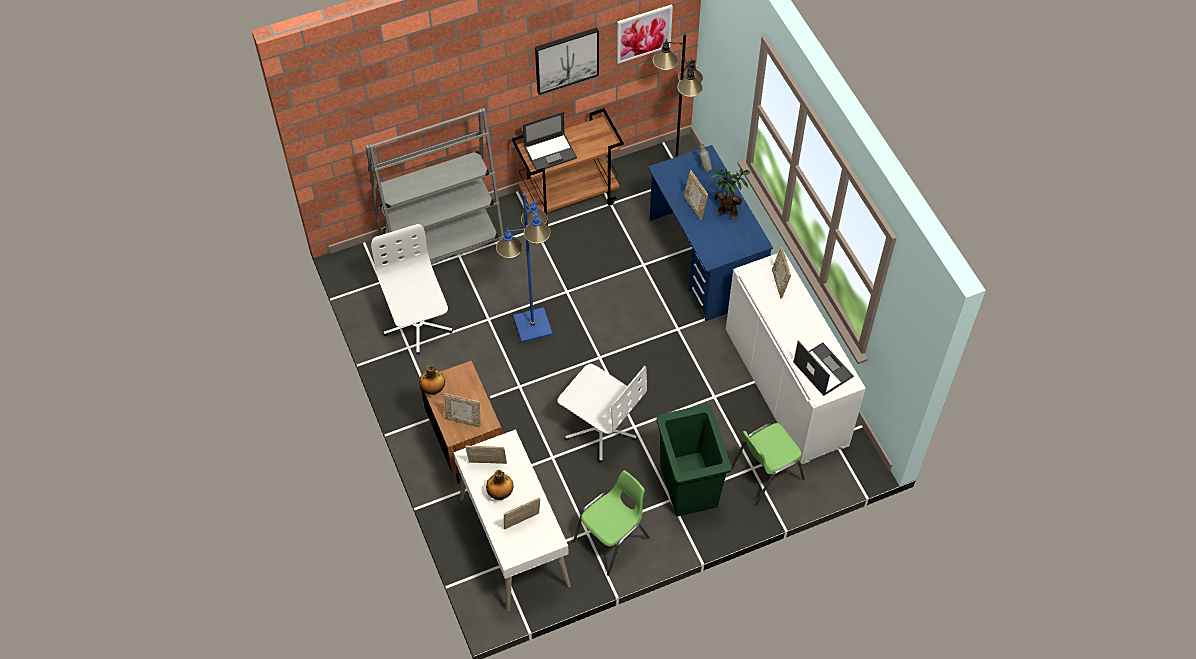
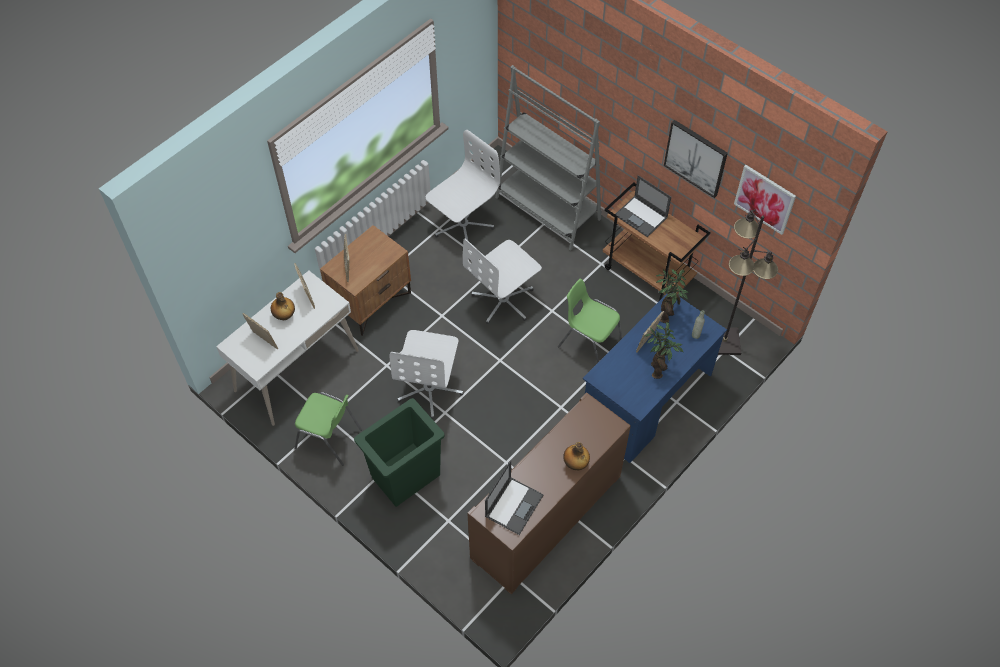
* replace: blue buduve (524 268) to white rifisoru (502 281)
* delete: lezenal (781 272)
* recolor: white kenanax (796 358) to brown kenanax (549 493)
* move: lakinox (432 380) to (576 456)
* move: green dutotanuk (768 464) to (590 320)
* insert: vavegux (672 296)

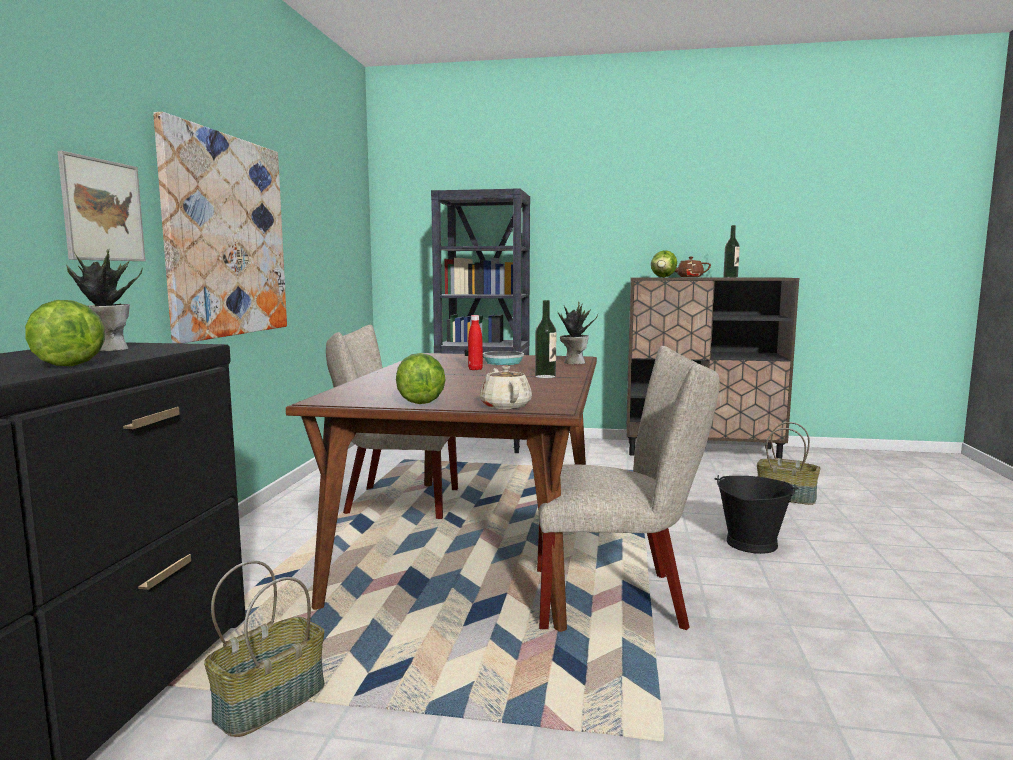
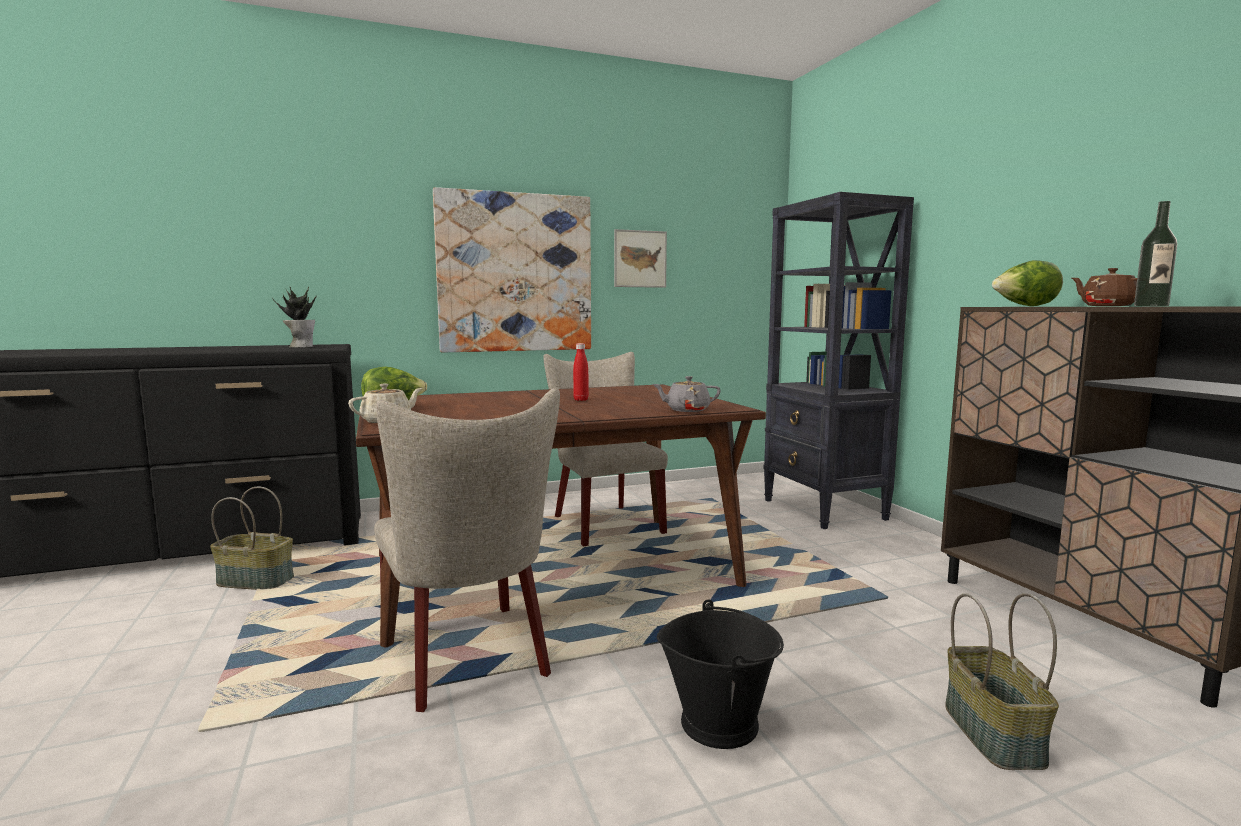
* move: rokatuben (101 206) to (640 258)
* delete: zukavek (65 333)
* delete: lakinox (545 339)
* replace: vavegux (577 333) to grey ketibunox (686 394)
* delete: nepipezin (494 357)

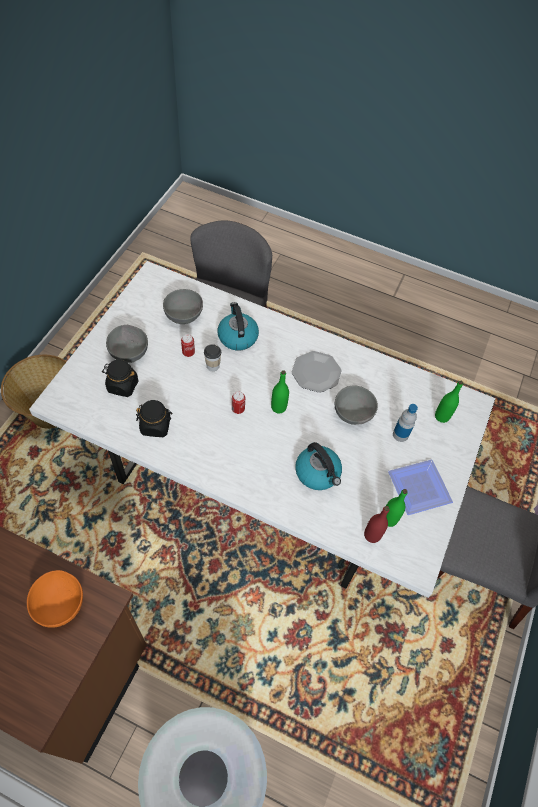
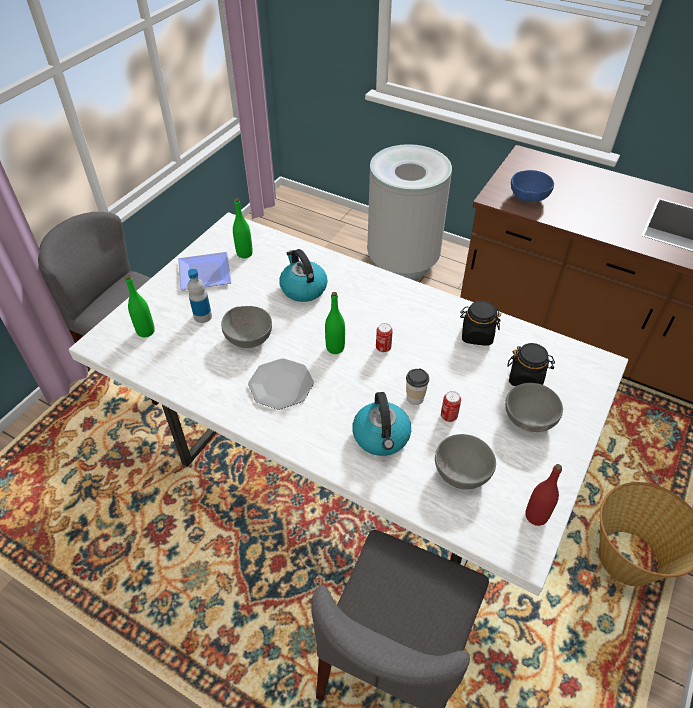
* move: red lakinox (376 524) to (543 495)
* recolor: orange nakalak (55 599) to blue nakalak (532 186)

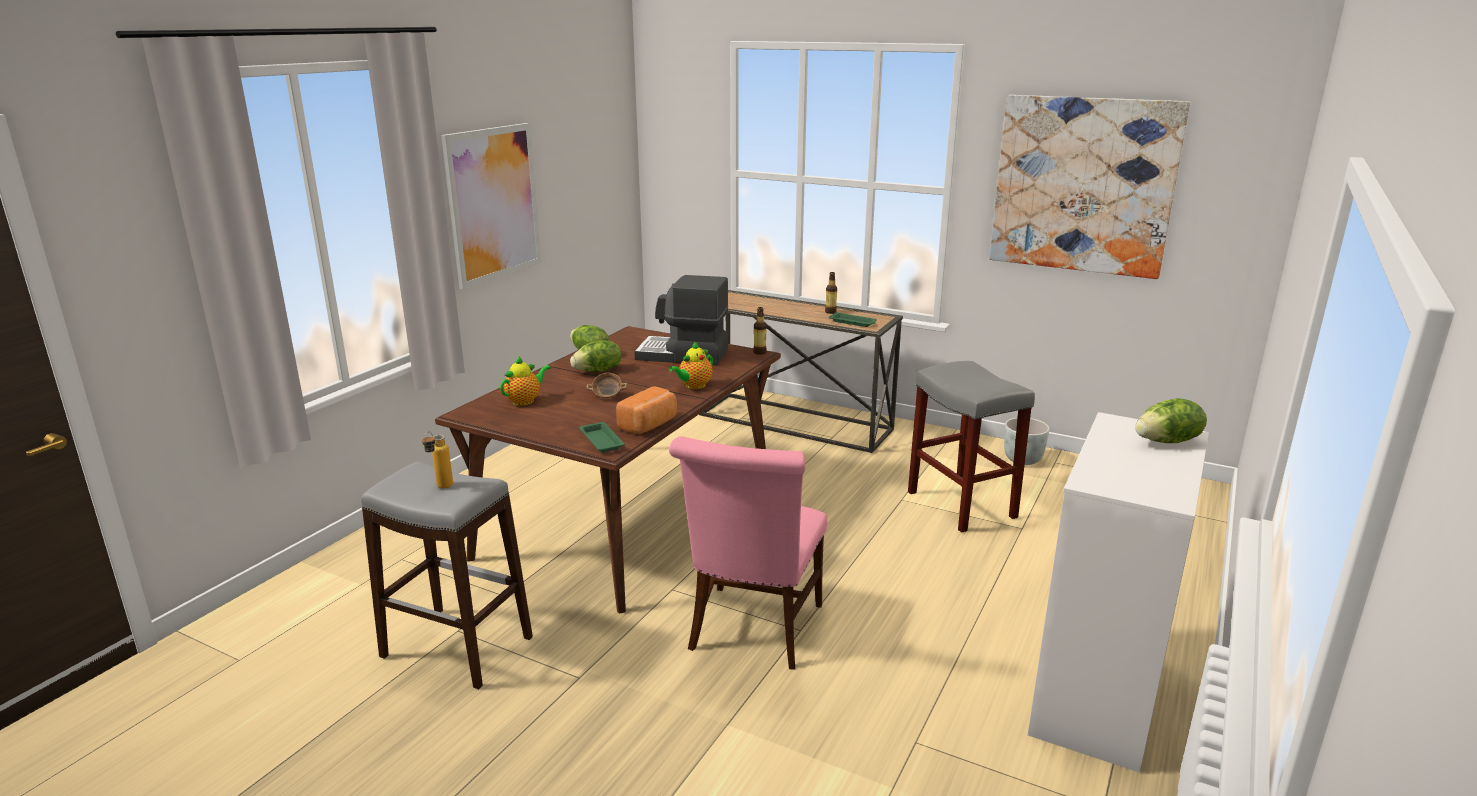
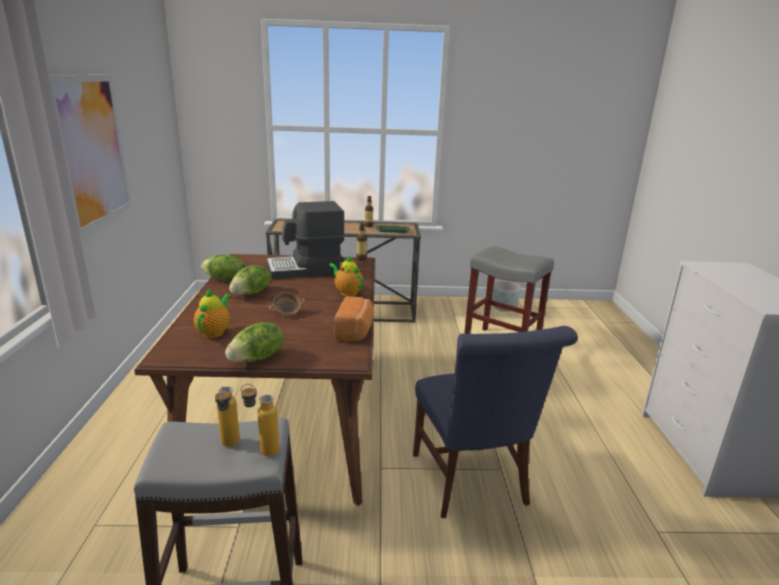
* delete: rokatuben (1090 187)
* rotate: ketibunox (691 365) = (346 275) 120 degrees clockwise
* move: zukavek (1171 421) to (254 342)
* delete: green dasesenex (602 437)
* recolor: pink dutotanuk (748 552) to blue dutotanuk (495 422)
* insert: lakinox (260 420)

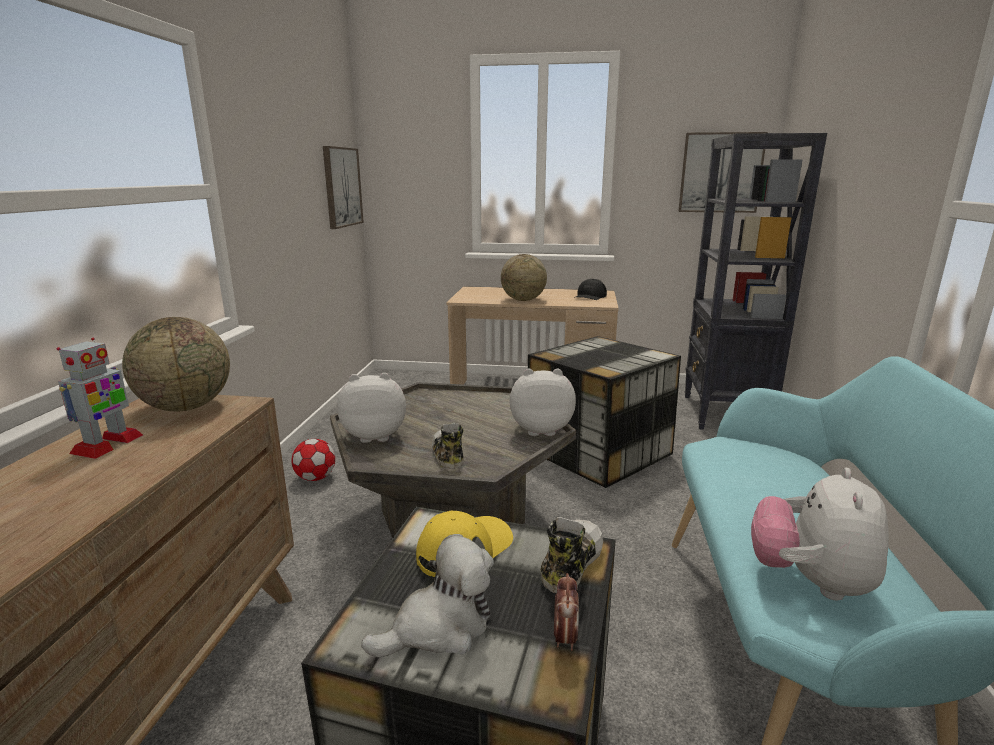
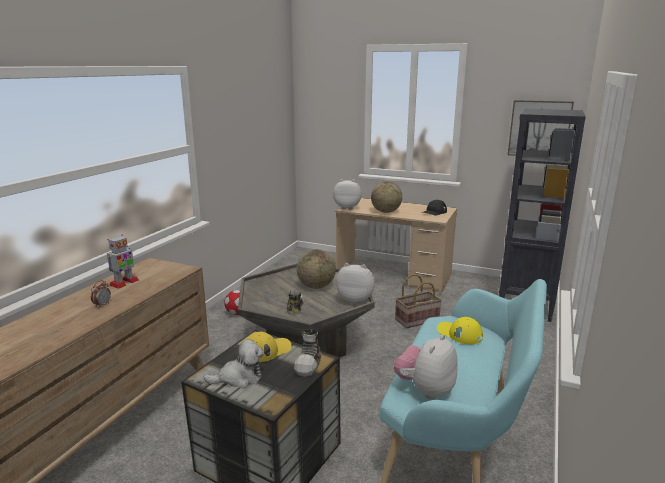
* delete: rokatuben (343 187)
* move: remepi (176 364) to (316 269)
* replace: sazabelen (604 412) to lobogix (418 301)
* move: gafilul (371 408) to (347 194)
* rotate: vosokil (571 555) = (308 352) 150 degrees clockwise
* move: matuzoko (566 612) to (101 294)
* insert: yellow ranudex (460 330)

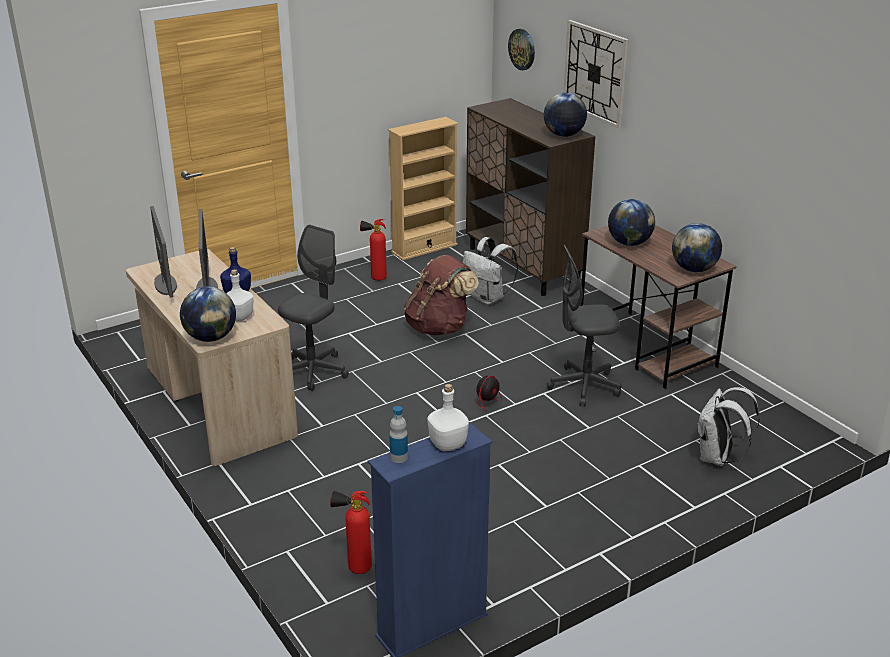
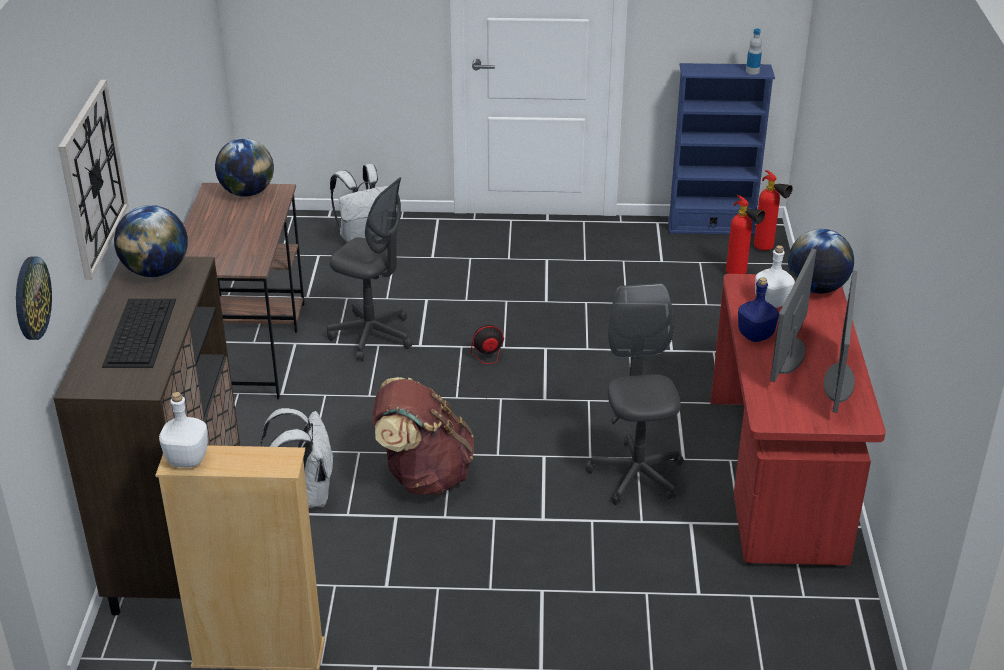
* delete: remepi (631 222)
* move: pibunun (373 250) to (773 210)
* rotate: grey rifisoru (313 307) = (635 394) 105 degrees clockwise
* recolor: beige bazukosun (212 357) to red bazukosun (798 419)
* move: white lakinox (448 417) to (183 430)
* insert: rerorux (139 333)

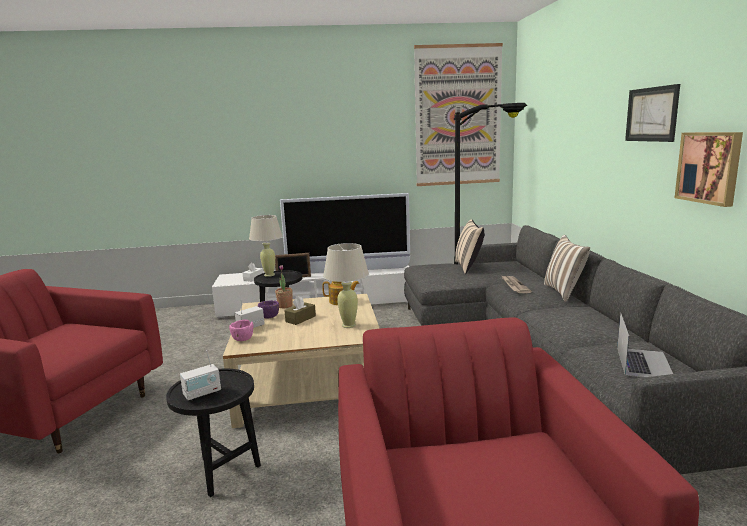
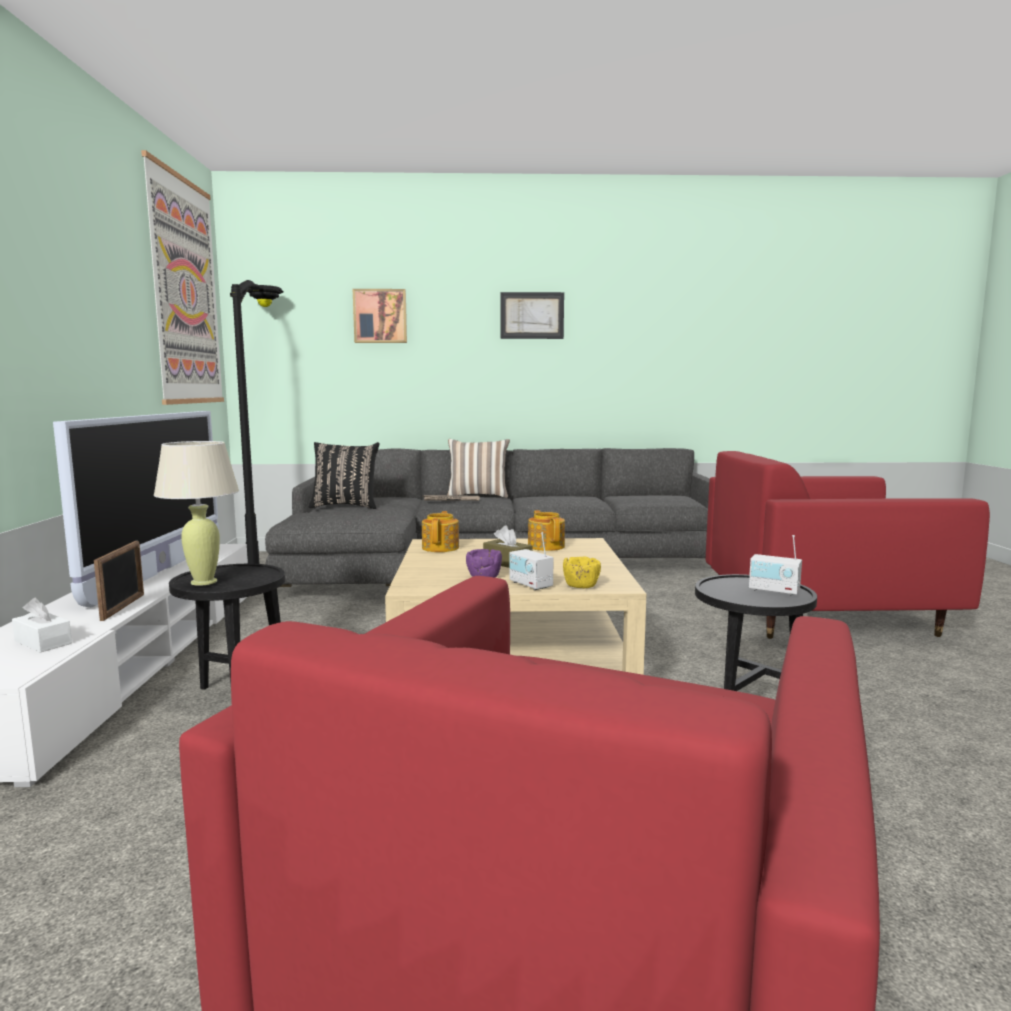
* move: rokatuben (709 169) to (380 316)
* recolor: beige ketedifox (470 246) to black ketedifox (344 475)
* replace: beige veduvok (346 285) to ketibunox (546 530)
* delete: vavegux (284 286)
* delete: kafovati (645 344)
* recolor: pink nakalak (241 330) to yellow nakalak (582 572)
* rotate: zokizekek (200 375) = (775 565) 150 degrees clockwise

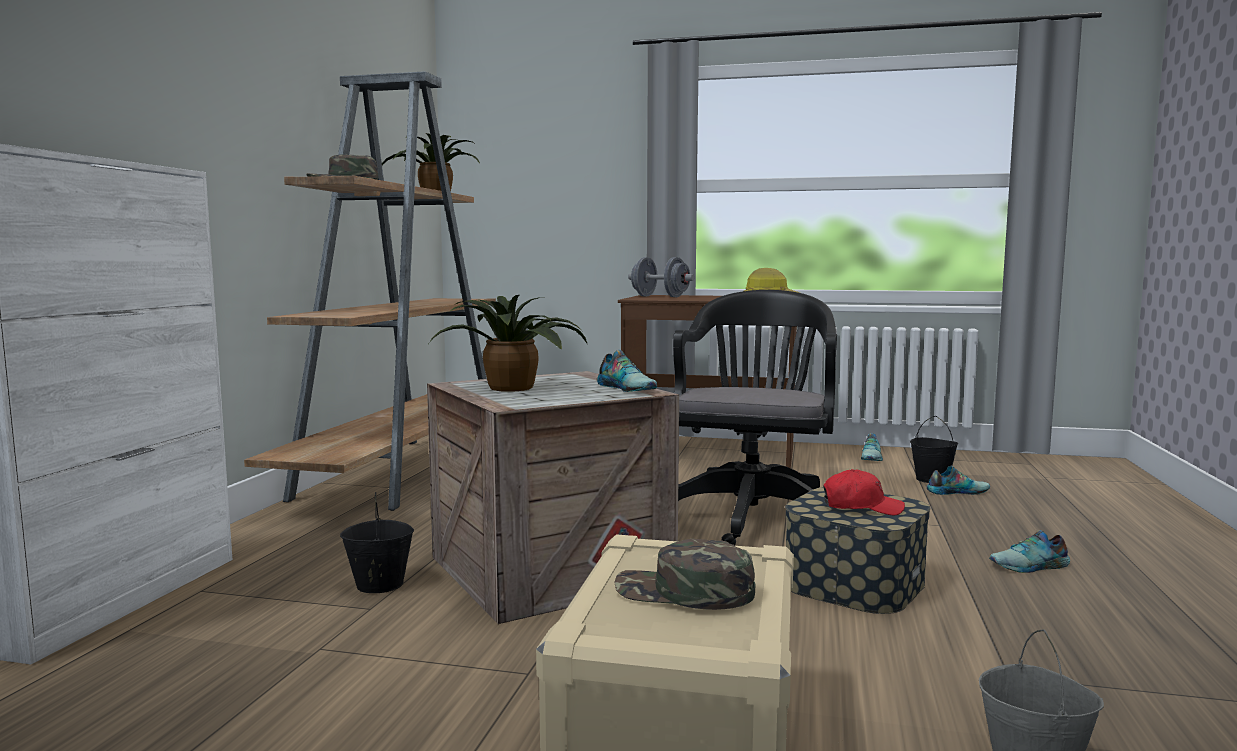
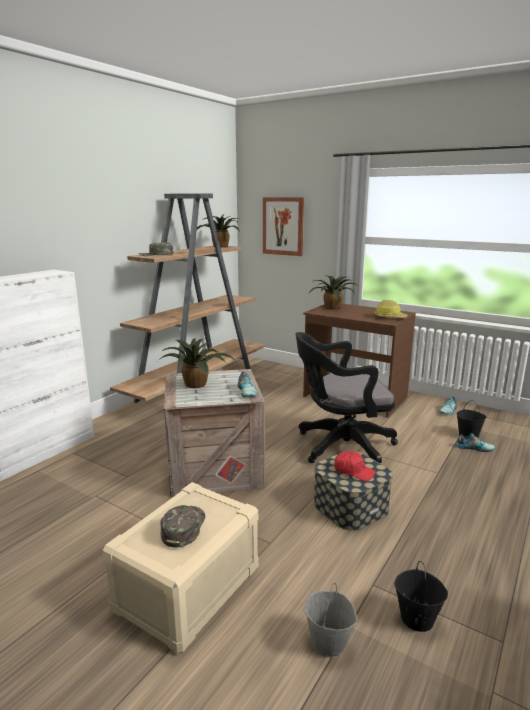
* replace: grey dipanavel (661 277) to vavegux (333 292)
* rotate: black rifisoru (755 418) = (347 397) 135 degrees counterclockwise
* move: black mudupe (377 542) to (421 596)
* delete: vosokil (1029 551)
* rotate: green ranudex (685 574) = (183 526) 60 degrees clockwise
* insert: rokatuben (283 226)

